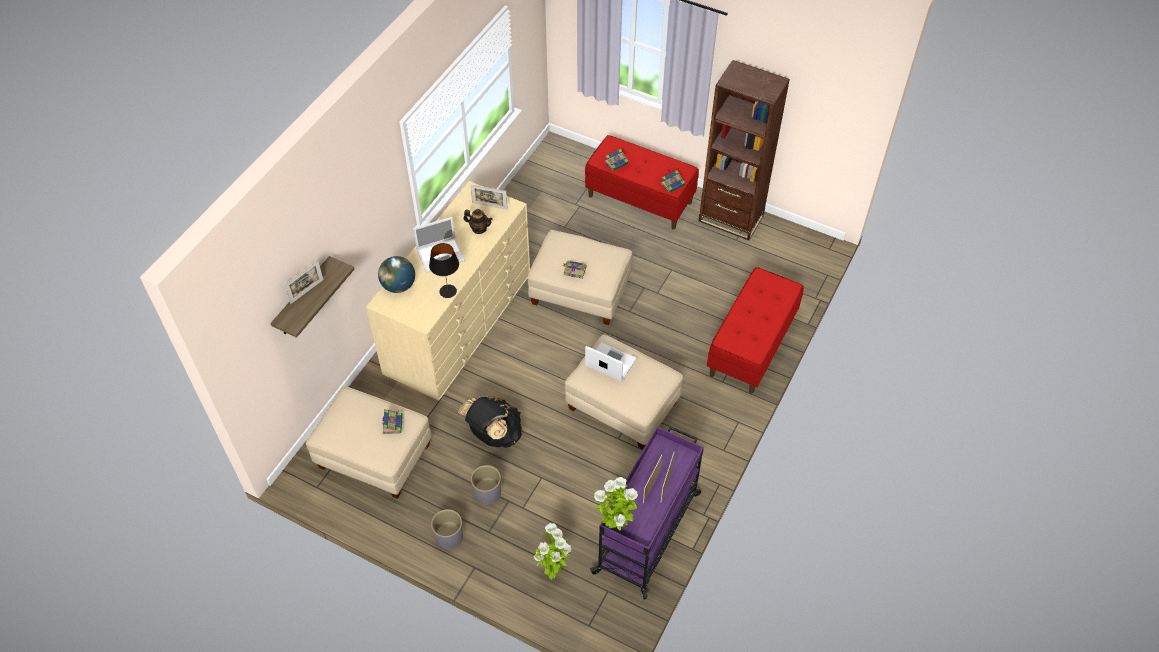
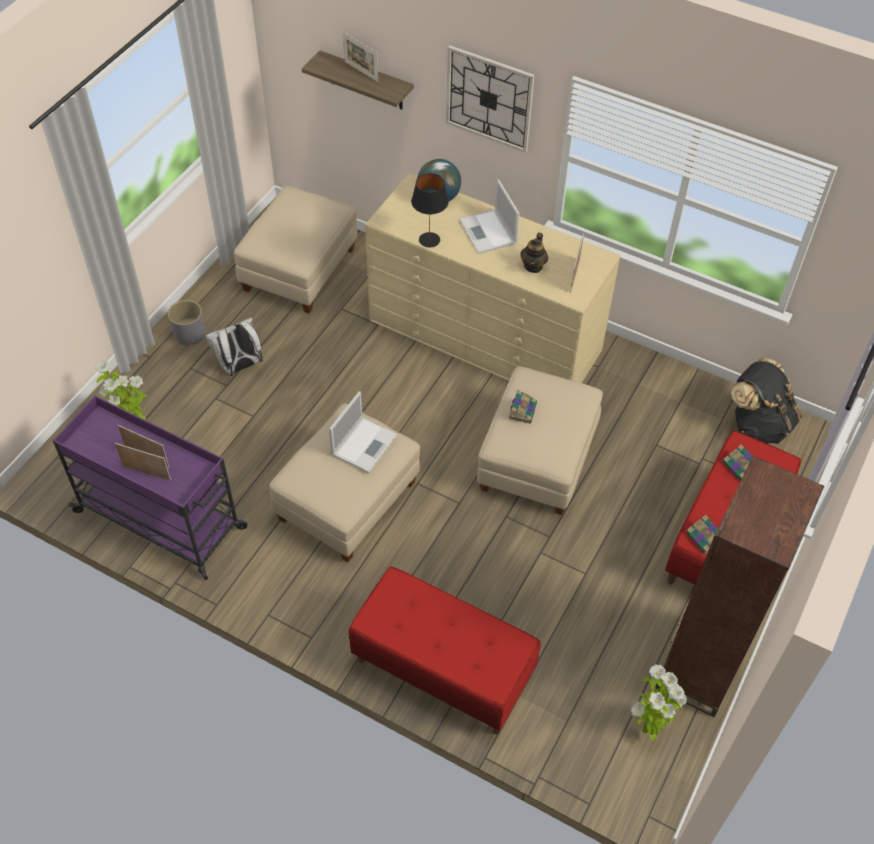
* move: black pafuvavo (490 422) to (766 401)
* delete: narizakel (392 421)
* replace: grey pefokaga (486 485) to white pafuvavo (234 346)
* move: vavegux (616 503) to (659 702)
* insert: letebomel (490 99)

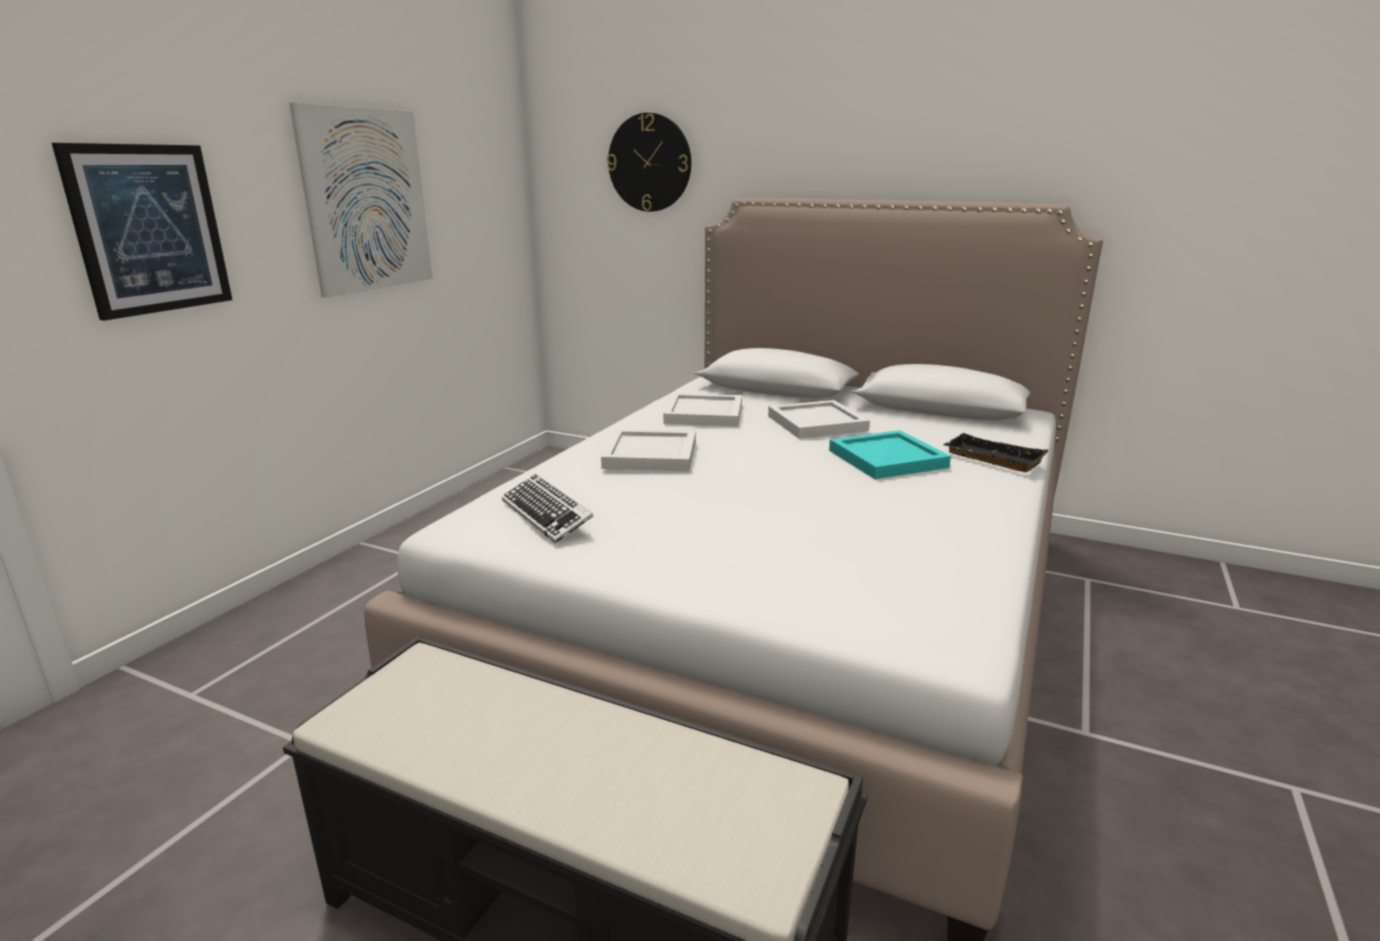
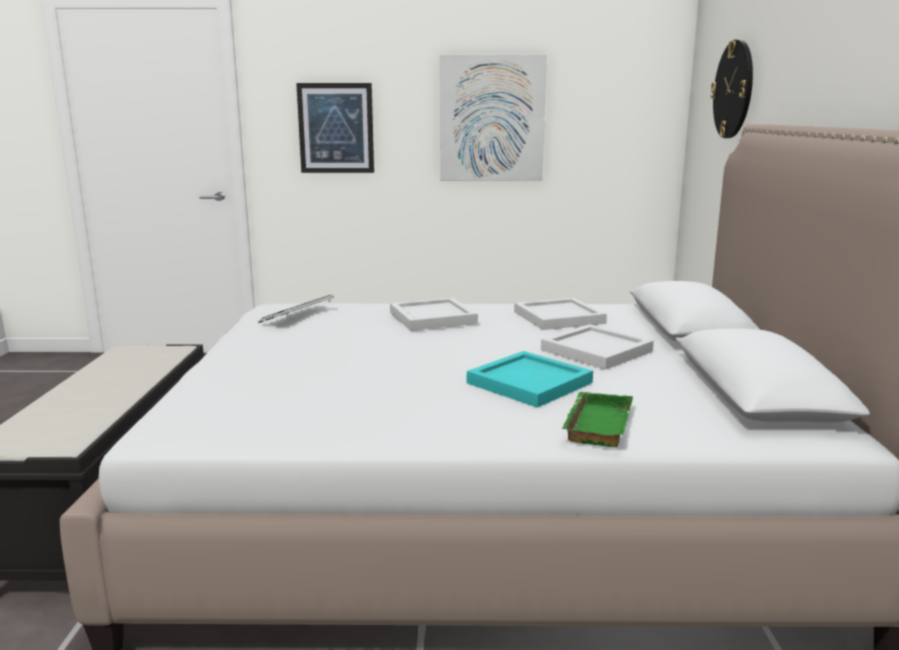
* recolor: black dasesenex (996 452) to green dasesenex (597 419)

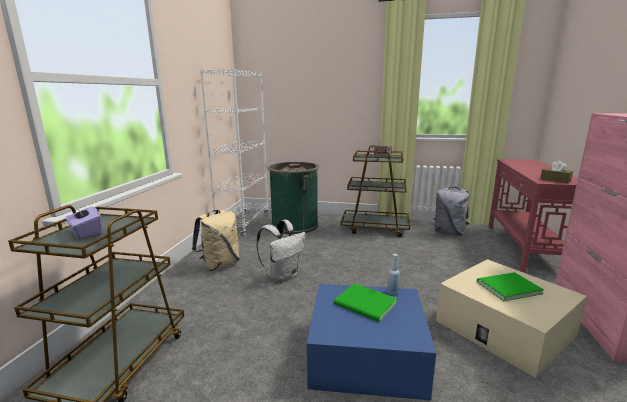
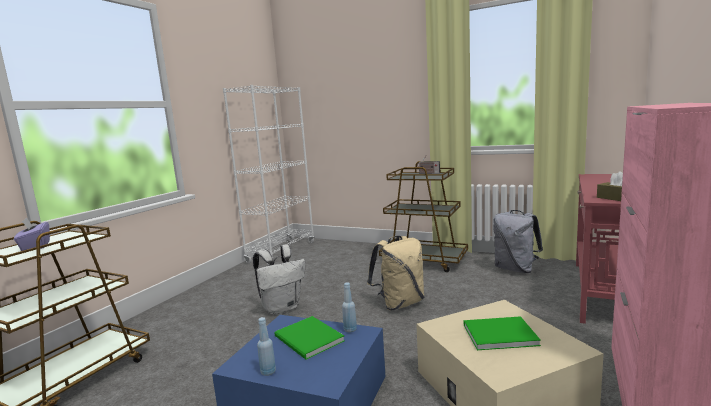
* delete: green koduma (293 198)
* move: beige pafuvavo (215 240) to (395 273)
* insert: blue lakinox (266 346)

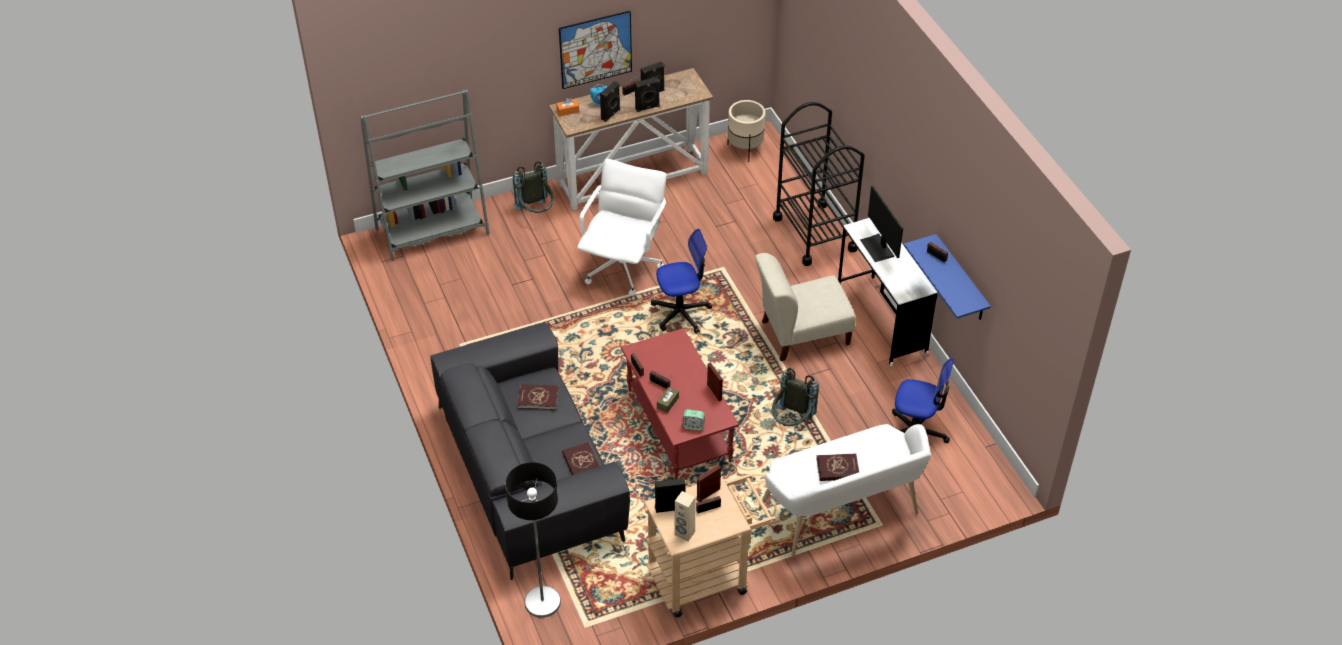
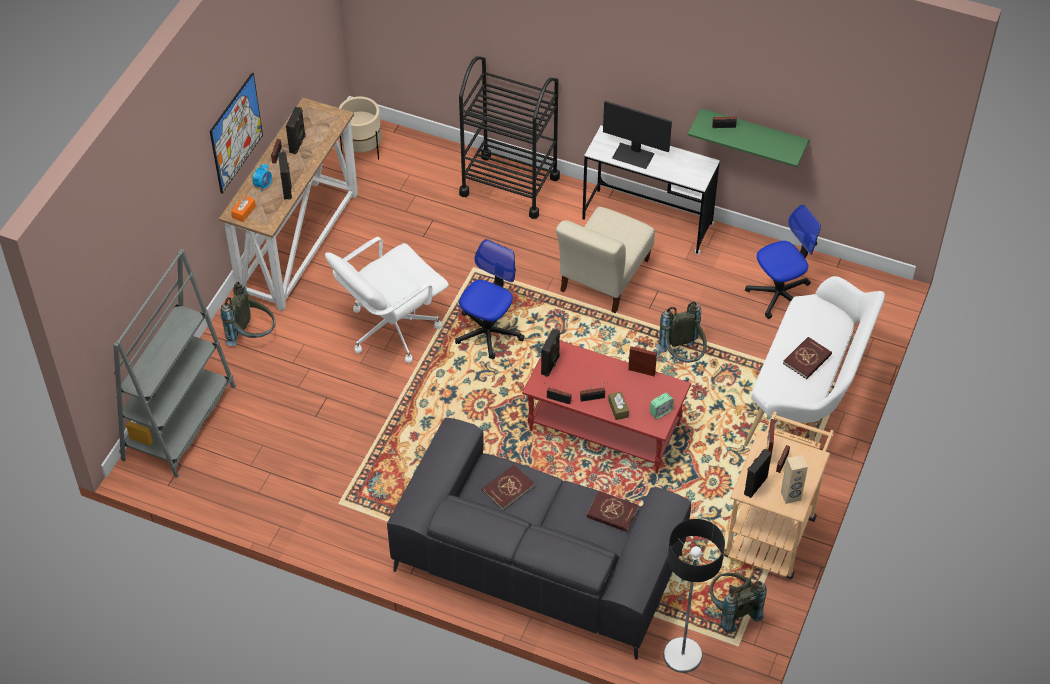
* move: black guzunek (647 94) to (550 353)
* rotate: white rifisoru (622 227) = (387 300) 105 degrees counterclockwise
* recolor: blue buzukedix (947 277) to green buzukedix (748 137)
* insert: grey pafuvavo (738 603)

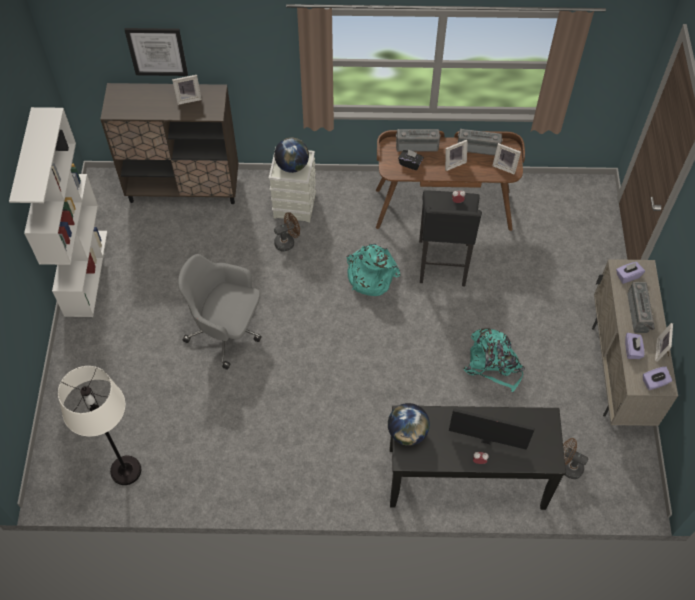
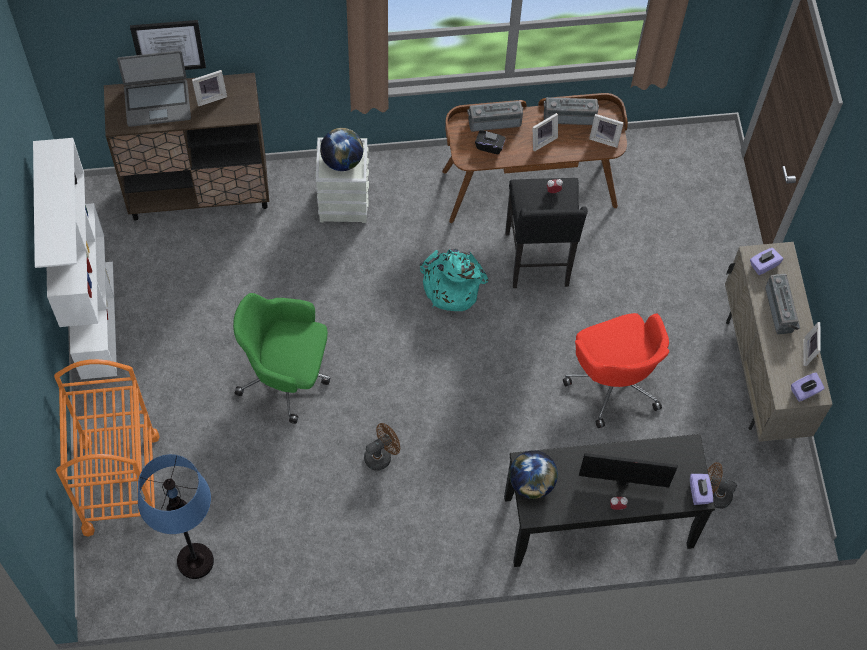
* move: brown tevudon (287 232) to (382 447)
* recolor: grey rifisoru (220 311) to green rifisoru (281 358)
* replace: turquoise pafuvavo (494 360) to red rifisoru (616 370)
* move: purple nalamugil (634 346) to (701 489)
* recolor: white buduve (99 425) to blue buduve (176 516)
* insert: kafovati (154 89)
* insert: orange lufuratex (107 448)

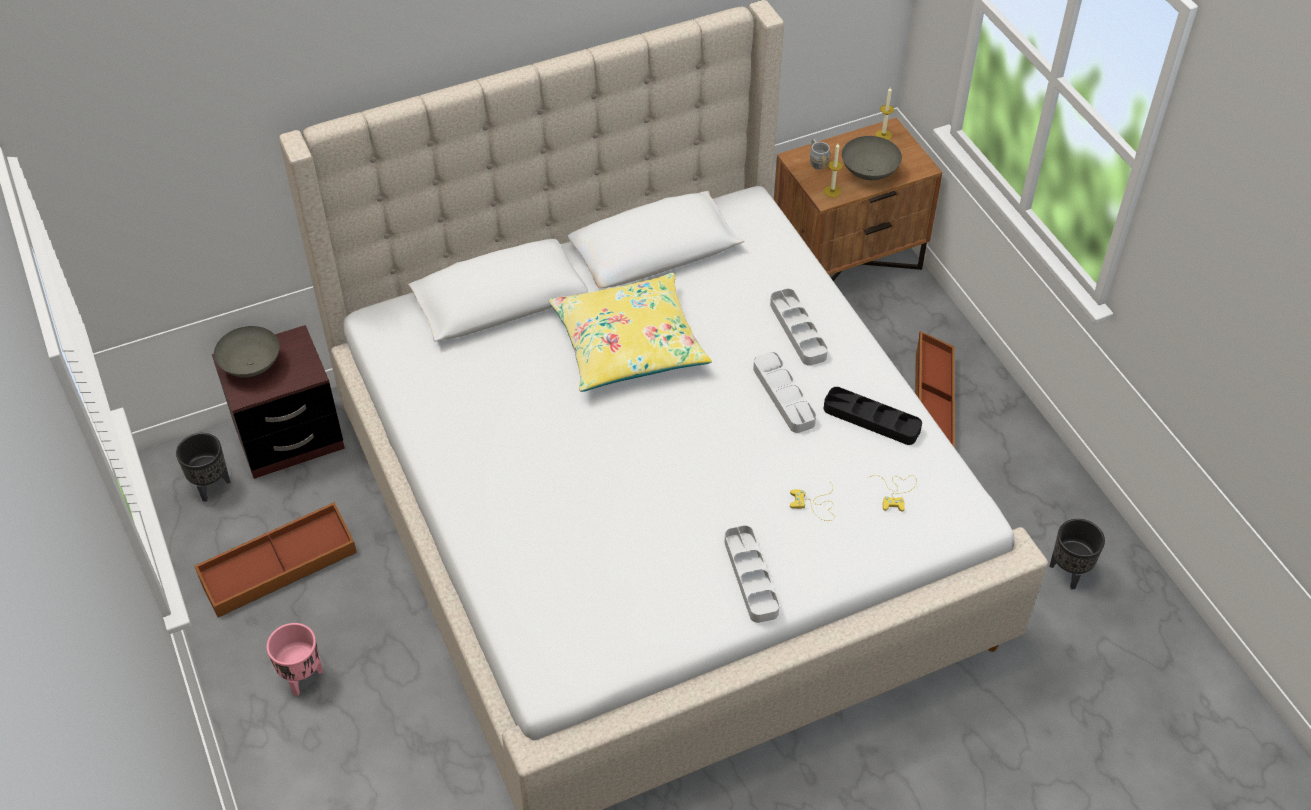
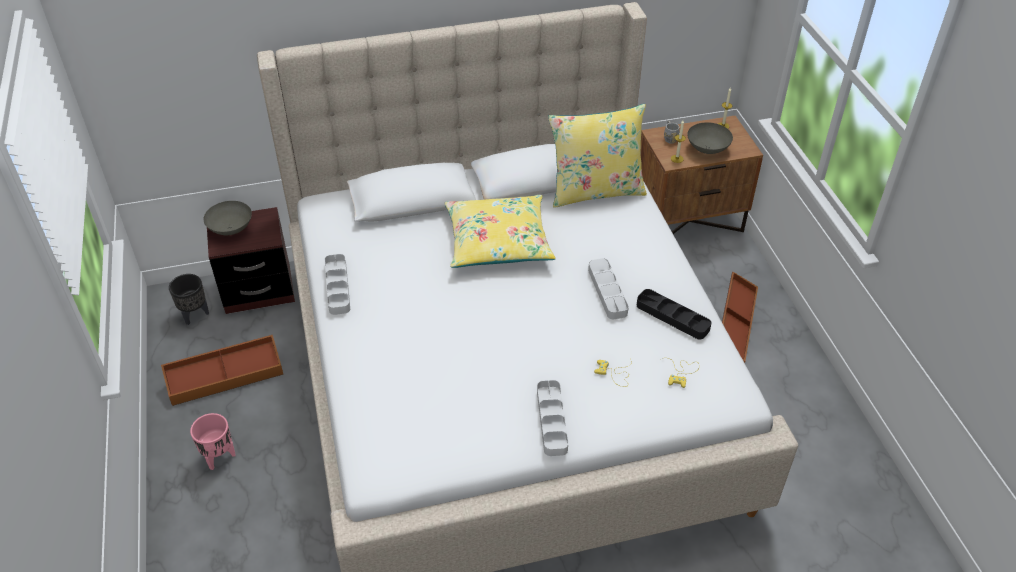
* move: grey dasesenex (799 327) to (337 284)
* delete: black pefokaga (1077 554)
* insert: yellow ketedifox (597 156)

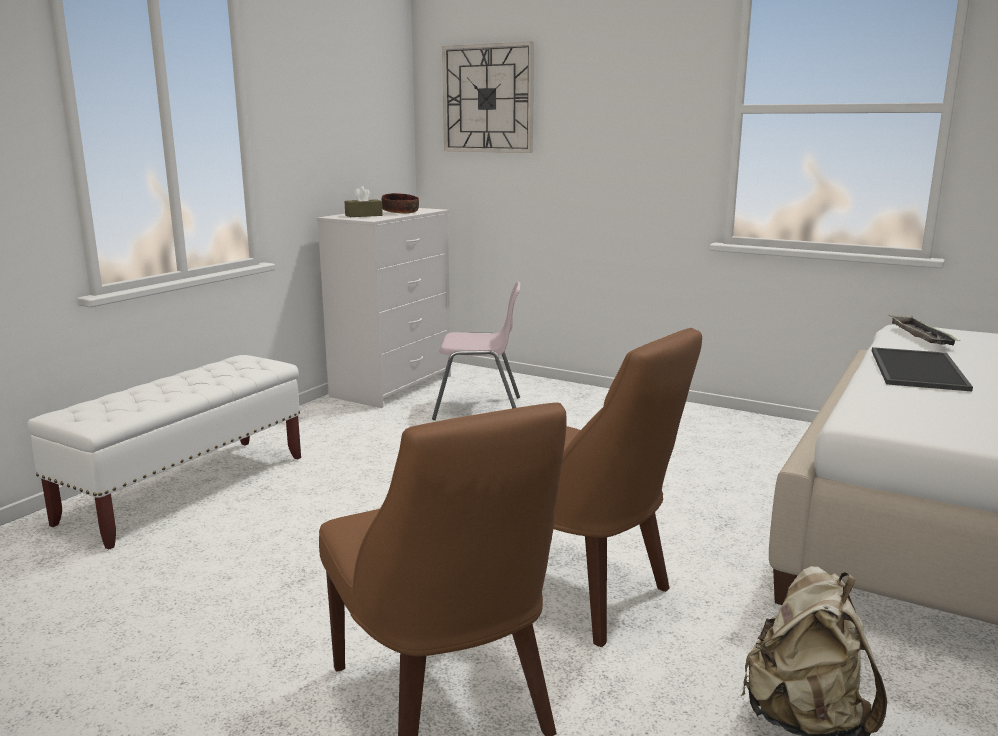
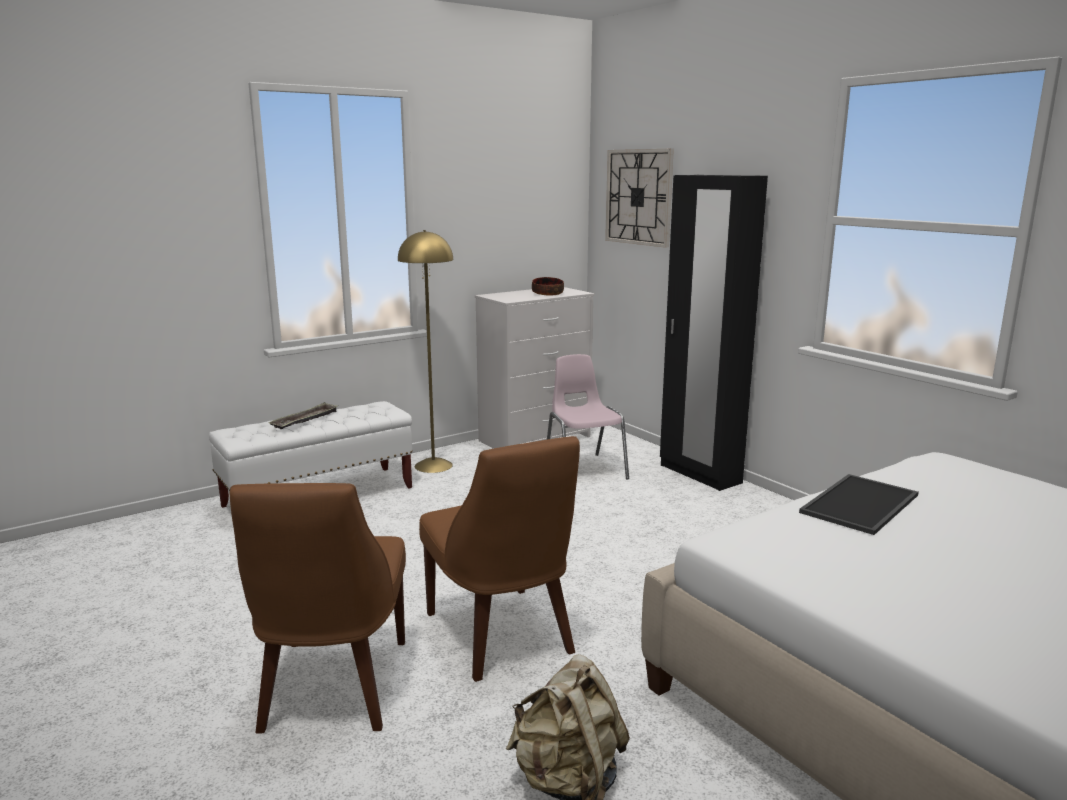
* delete: brown nalamugil (363 201)
* rotate: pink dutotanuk (476 350) = (588 416) 135 degrees counterclockwise
* move: dasesenex (924 330) to (303 415)
* insert: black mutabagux (714 333)
* insert: yellow buduve (425 351)

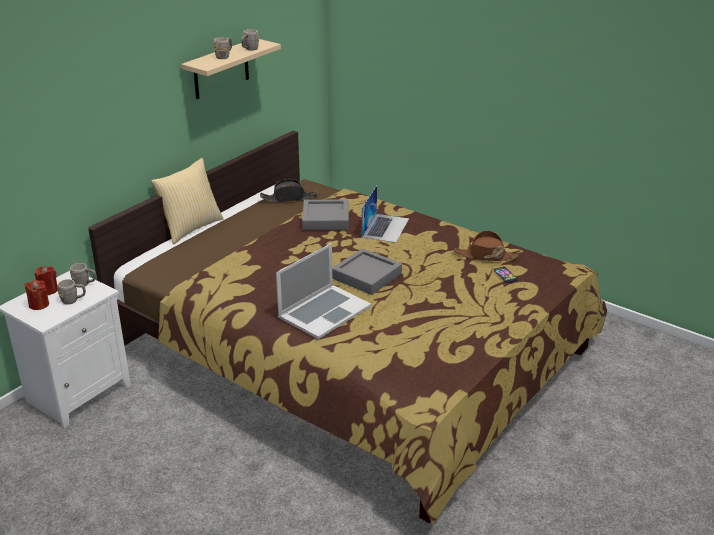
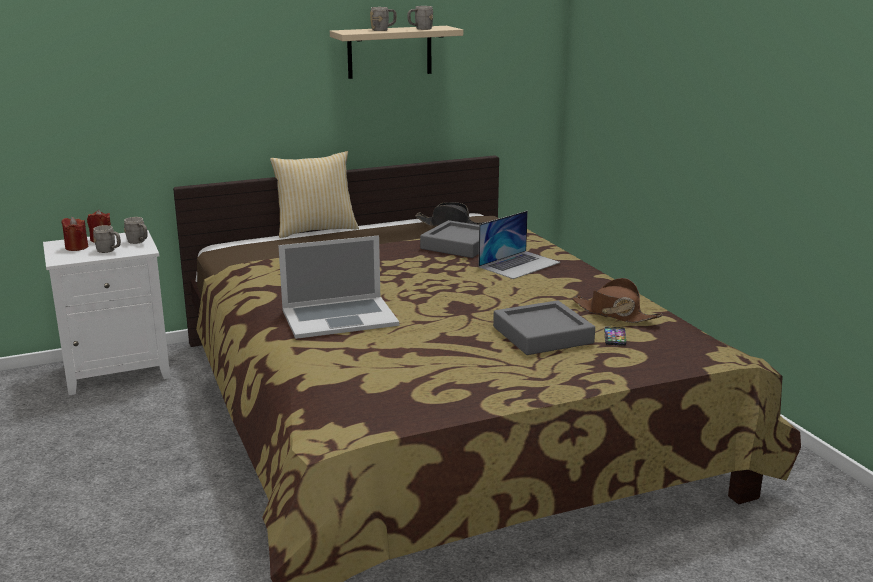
* move: grey dasesenex (367 271) to (544 327)

